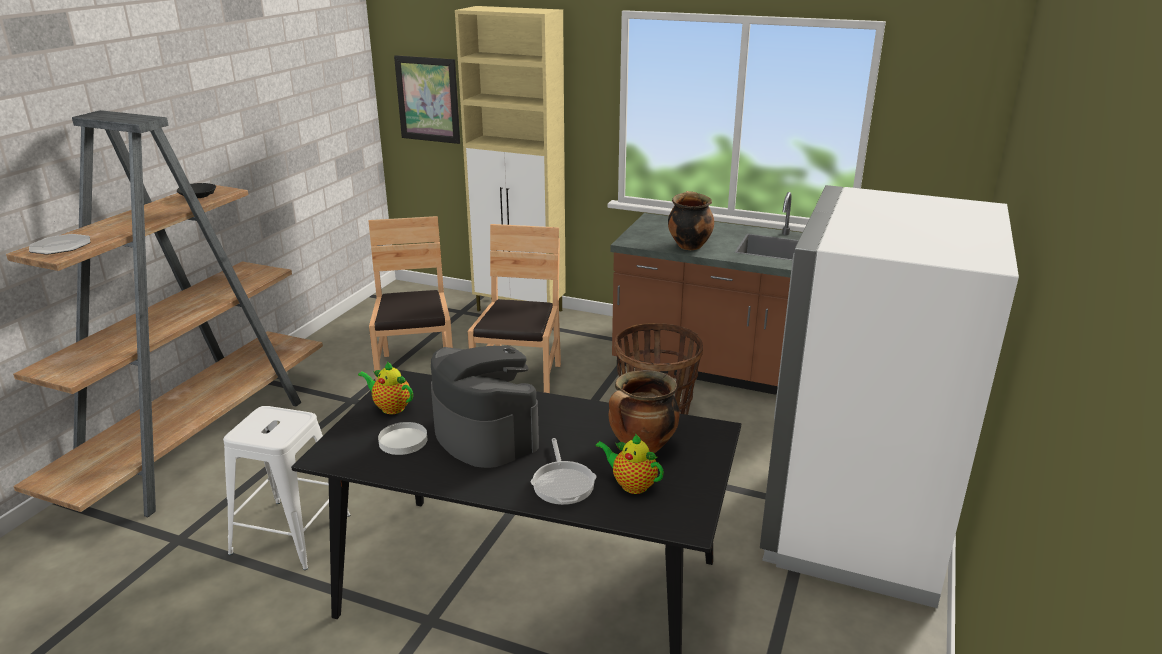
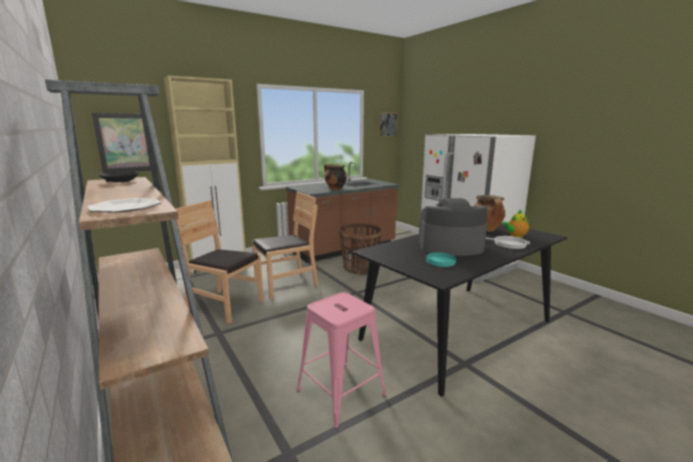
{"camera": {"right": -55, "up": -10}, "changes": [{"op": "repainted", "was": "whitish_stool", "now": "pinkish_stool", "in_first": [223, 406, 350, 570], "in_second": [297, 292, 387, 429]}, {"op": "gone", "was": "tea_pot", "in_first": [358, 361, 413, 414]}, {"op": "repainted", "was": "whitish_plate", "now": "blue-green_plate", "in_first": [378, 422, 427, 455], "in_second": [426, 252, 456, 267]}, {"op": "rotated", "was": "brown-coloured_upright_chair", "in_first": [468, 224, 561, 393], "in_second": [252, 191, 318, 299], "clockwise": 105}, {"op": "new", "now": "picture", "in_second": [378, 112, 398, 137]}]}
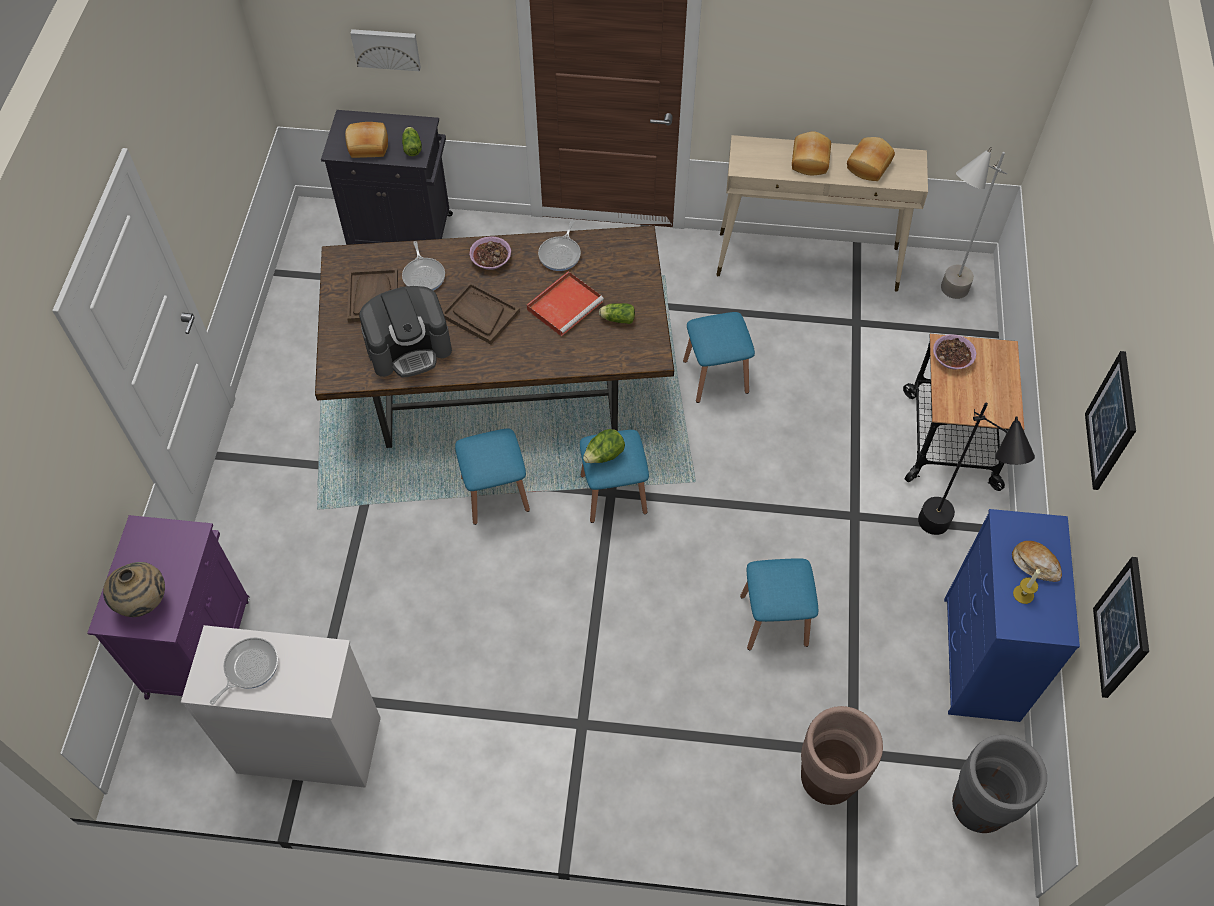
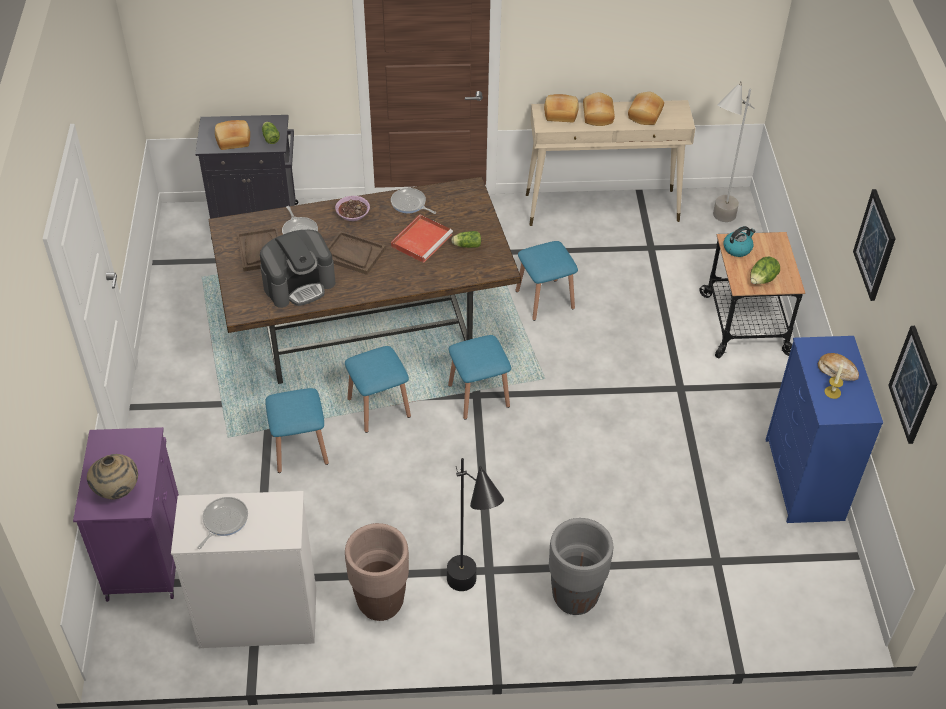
{"camera": {"right": -10, "up": -10}, "changes": [{"op": "gone", "was": "picture", "in_first": [350, 29, 421, 71]}, {"op": "rotated", "was": "skillet", "in_first": [538, 220, 581, 271], "in_second": [391, 188, 436, 214], "clockwise": 120}, {"op": "shifted", "was": "head_of_lettuce", "in_first": [583, 429, 625, 463], "in_second": [750, 257, 780, 284]}, {"op": "shifted", "was": "blue_stool", "in_first": [740, 558, 818, 650], "in_second": [265, 388, 329, 473]}, {"op": "shifted", "was": "brown-coloured_flower_pot", "in_first": [801, 706, 883, 805], "in_second": [345, 523, 409, 621]}, {"op": "shifted", "was": "black_floor_lamp", "in_first": [918, 402, 1035, 535], "in_second": [447, 458, 504, 591]}, {"op": "swapped", "was": "deep_dish", "now": "kettle", "in_first": [933, 334, 976, 370], "in_second": [724, 226, 756, 257]}, {"op": "shifted", "was": "gray_flower_pot", "in_first": [952, 735, 1047, 833], "in_second": [549, 518, 613, 615]}, {"op": "new", "now": "bread", "in_second": [544, 94, 579, 122]}]}
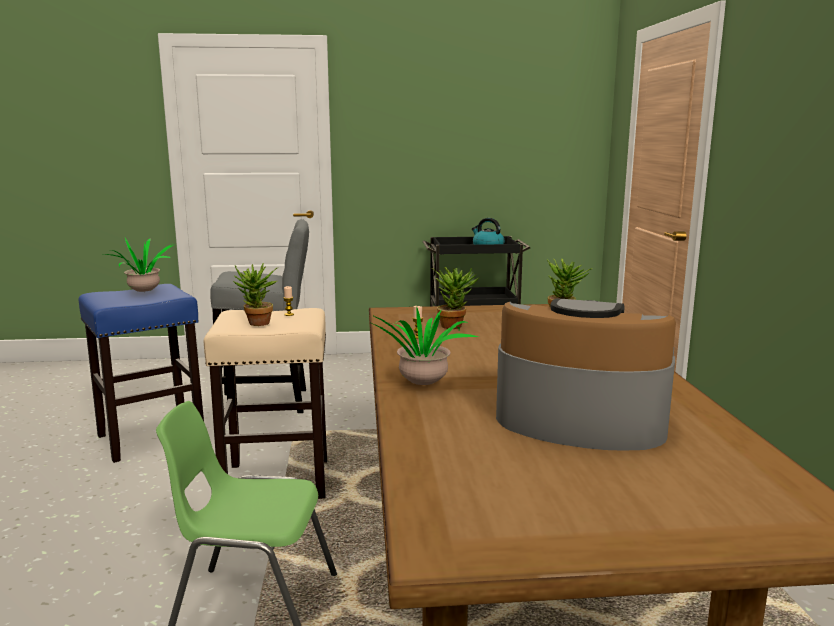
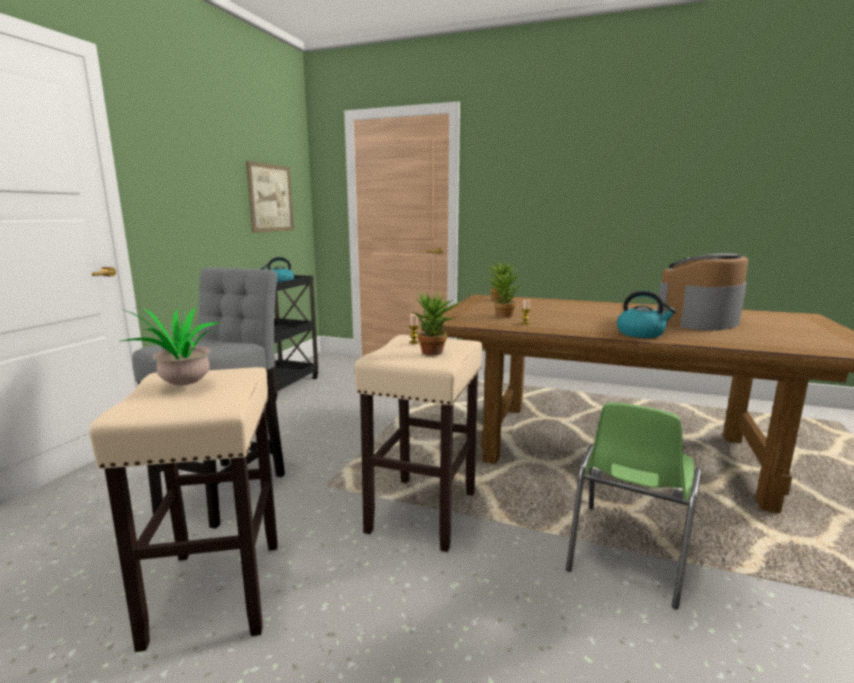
{"camera": {"right": -65, "up": 0}, "changes": [{"op": "repainted", "was": "blue_stool", "now": "beige-coloured_stool", "in_first": [79, 284, 204, 463], "in_second": [89, 367, 278, 652]}, {"op": "swapped", "was": "houseplant", "now": "kettle", "in_first": [367, 306, 479, 385], "in_second": [617, 290, 676, 338]}, {"op": "new", "now": "picture", "in_second": [246, 161, 294, 233]}]}
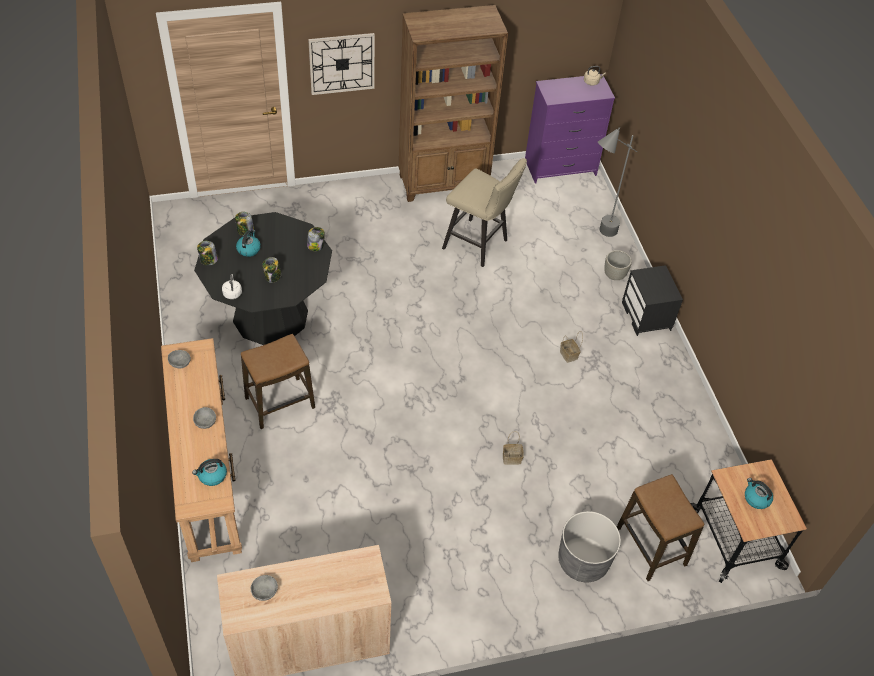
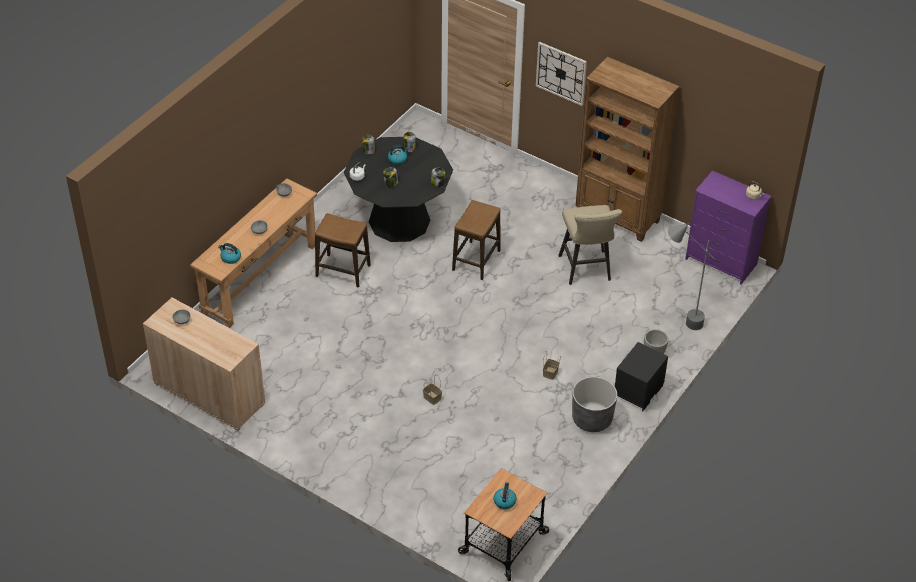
{"camera": {"right": 50, "up": -5}, "changes": [{"op": "shifted", "was": "gray_flower_pot", "in_first": [558, 511, 621, 582], "in_second": [572, 376, 617, 432]}, {"op": "shifted", "was": "stool", "in_first": [617, 474, 704, 581], "in_second": [452, 200, 501, 280]}]}
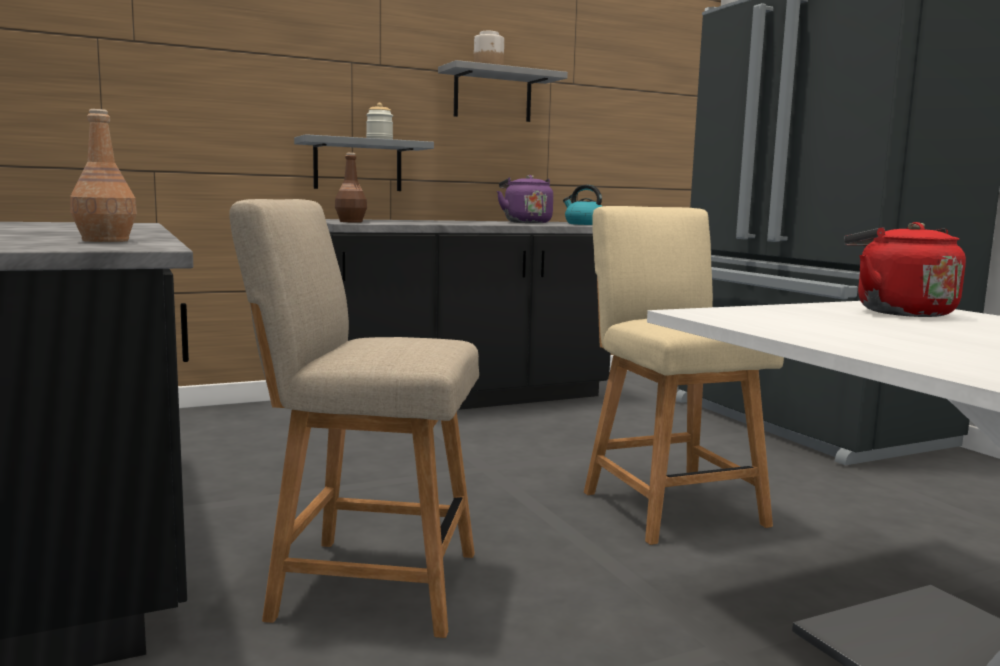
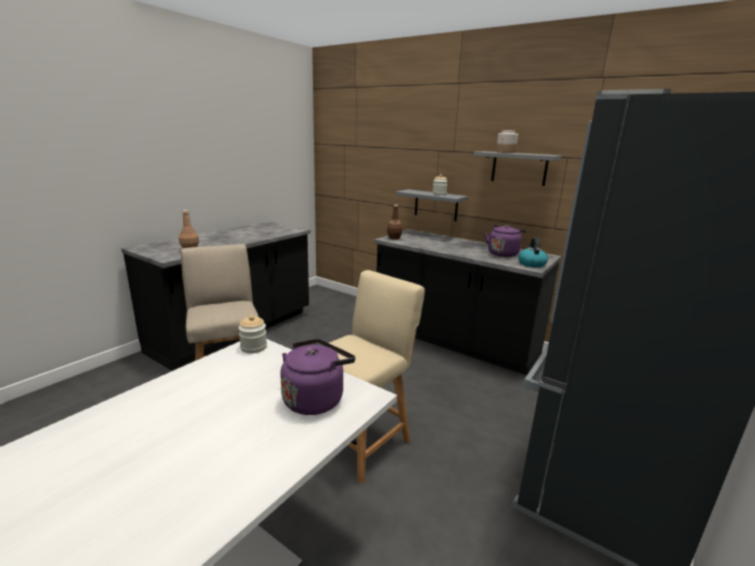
{"camera": {"right": 60, "up": 10}, "changes": [{"op": "repainted", "was": "red-coloured_kettle", "now": "purple_kettle", "in_first": [844, 222, 966, 317], "in_second": [280, 339, 355, 415]}, {"op": "new", "now": "jar", "in_second": [238, 315, 267, 353]}]}
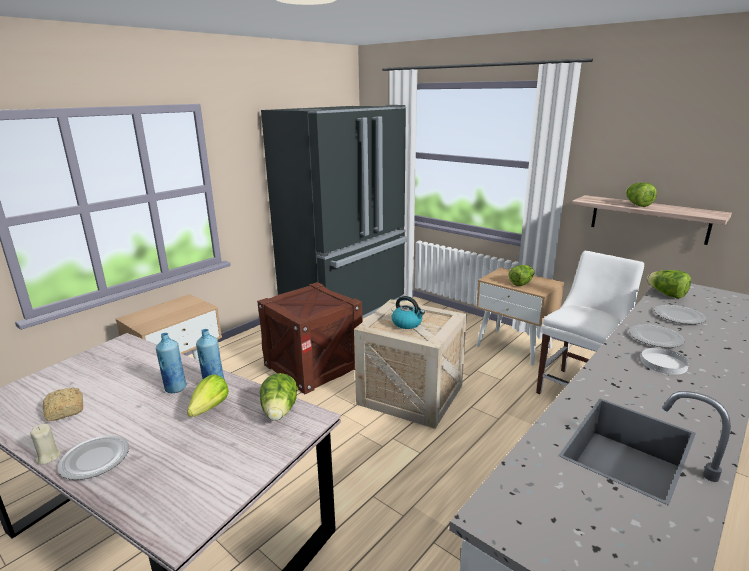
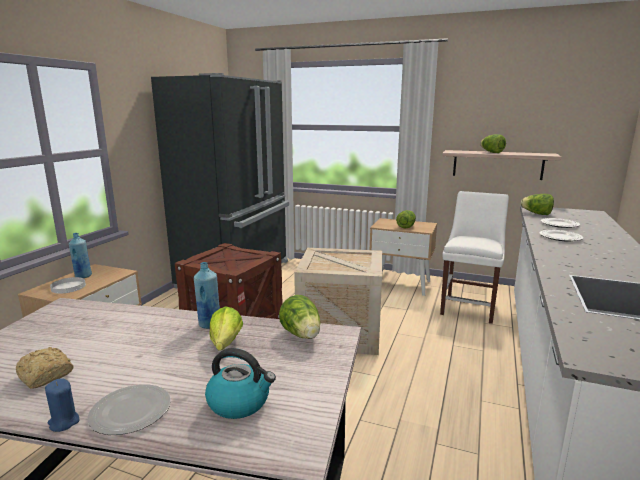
{"camera": {"right": -20, "up": -5}, "changes": [{"op": "repainted", "was": "beige-coloured_wax_candle", "now": "blue_wax_candle", "in_first": [30, 424, 61, 465], "in_second": [45, 378, 80, 432]}, {"op": "shifted", "was": "blue_drink_bottle", "in_first": [156, 333, 187, 393], "in_second": [69, 233, 92, 278]}, {"op": "shifted", "was": "kettle", "in_first": [392, 296, 425, 329], "in_second": [205, 348, 276, 419]}, {"op": "shifted", "was": "whitish_plate", "in_first": [641, 348, 689, 375], "in_second": [50, 277, 86, 293]}]}
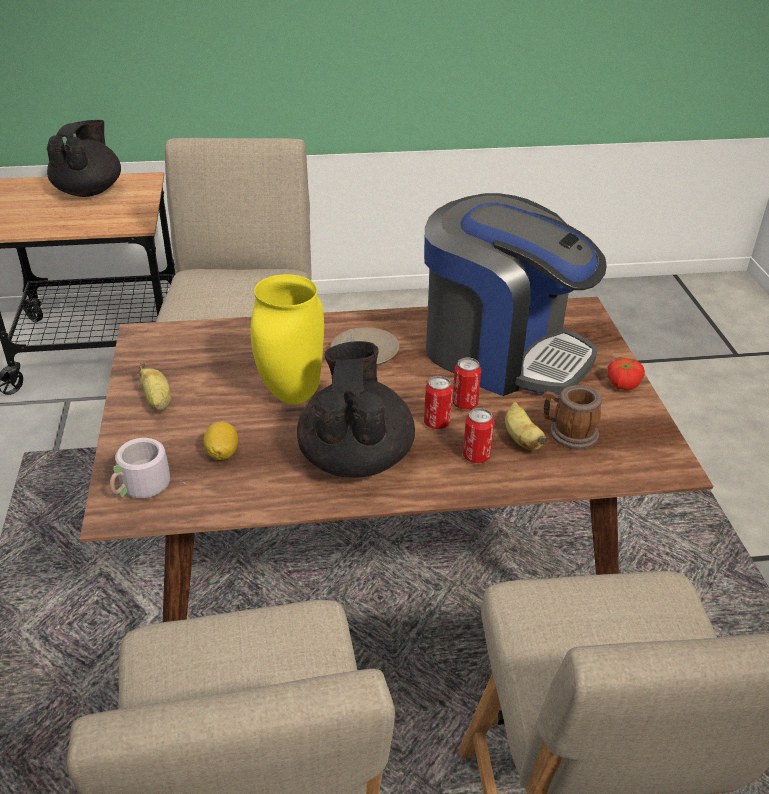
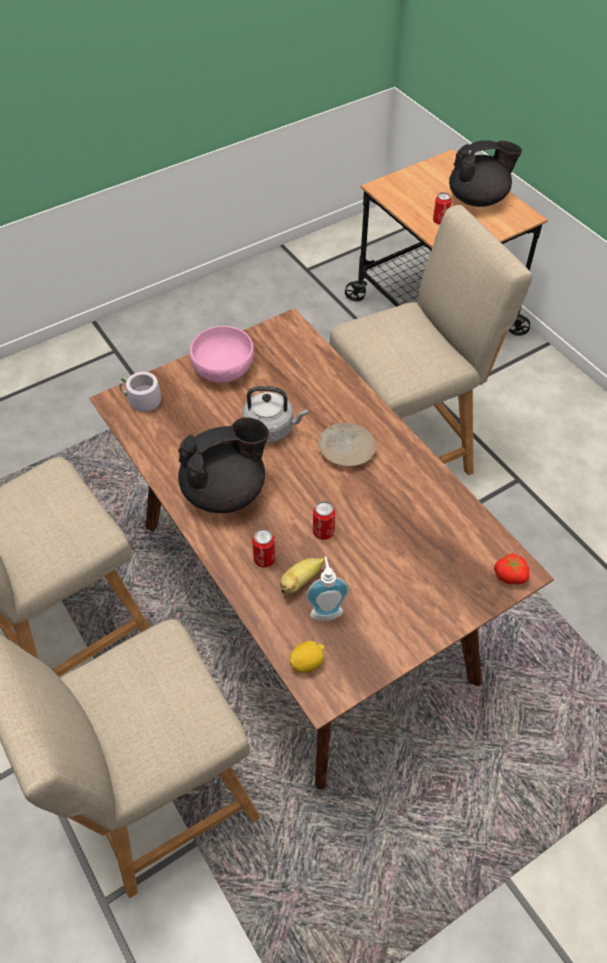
{"camera": {"right": 65, "up": 15}, "changes": [{"op": "swapped", "was": "whole_banana", "now": "pinkish_deep_dish", "in_first": [139, 363, 171, 411], "in_second": [189, 326, 254, 383]}, {"op": "shifted", "was": "lemon", "in_first": [203, 421, 238, 460], "in_second": [289, 641, 324, 673]}, {"op": "swapped", "was": "yellow_decorative_vase", "now": "gray_kettle", "in_first": [251, 274, 324, 404], "in_second": [242, 386, 308, 443]}, {"op": "gone", "was": "coffee_maker", "in_first": [424, 193, 607, 396]}, {"op": "shifted", "was": "can", "in_first": [424, 376, 453, 429], "in_second": [433, 192, 451, 224]}, {"op": "swapped", "was": "coffee_mug", "now": "liquid_soap_bottle", "in_first": [543, 385, 602, 450], "in_second": [306, 556, 349, 621]}, {"op": "shifted", "was": "whole_tomato", "in_first": [607, 358, 645, 390], "in_second": [494, 553, 530, 585]}]}
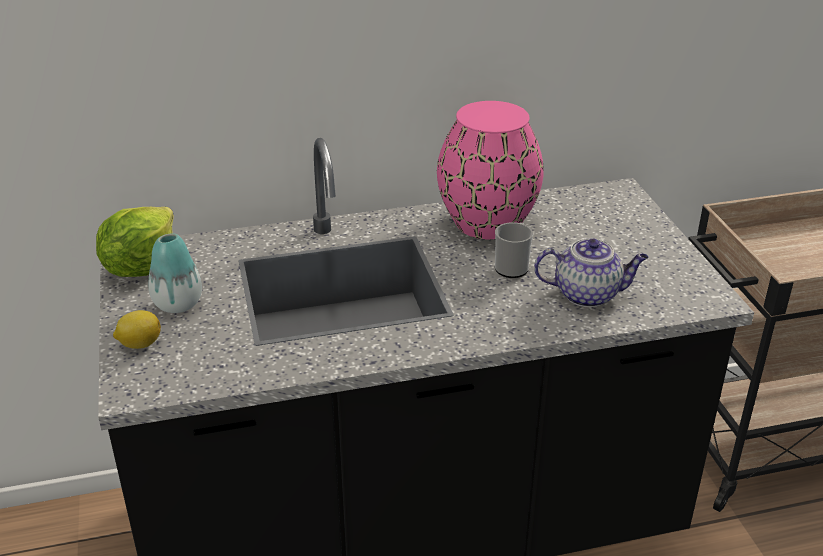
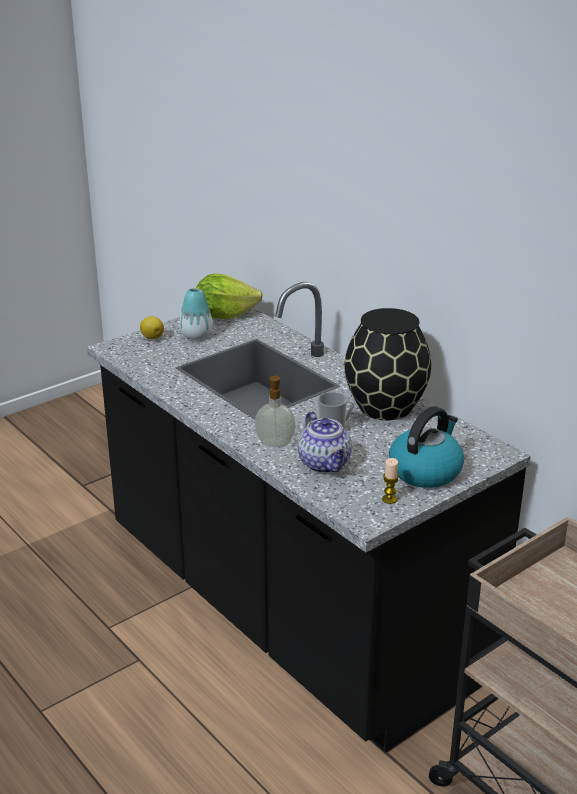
{"camera": {"right": 65, "up": -5}, "changes": [{"op": "repainted", "was": "pinkish_decorative_vase", "now": "black_decorative_vase", "in_first": [437, 101, 544, 240], "in_second": [344, 308, 431, 420]}, {"op": "new", "now": "liquid_soap_bottle", "in_second": [255, 374, 296, 447]}, {"op": "new", "now": "wax_candle", "in_second": [382, 458, 399, 504]}, {"op": "new", "now": "kettle", "in_second": [389, 406, 464, 488]}]}
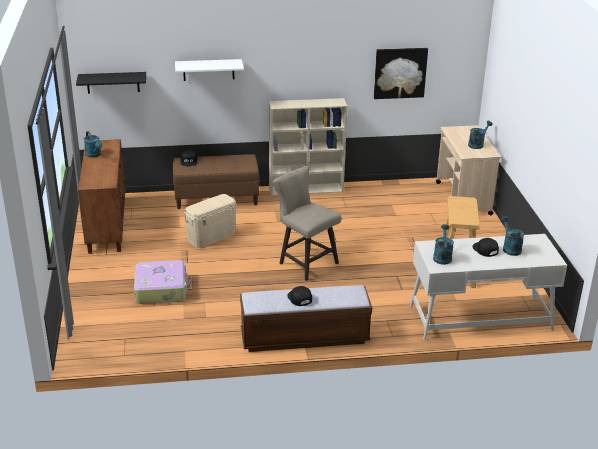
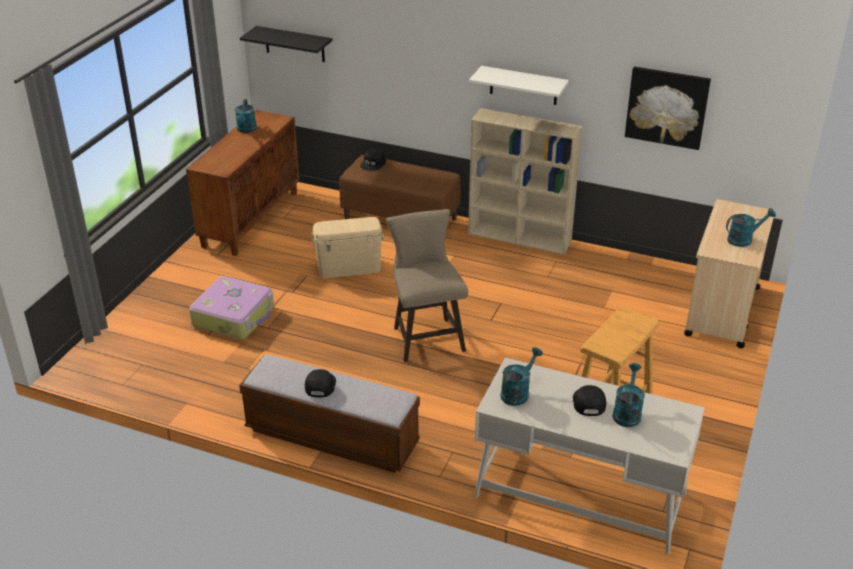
{"camera": {"right": 30, "up": 5}, "changes": [{"op": "shifted", "was": "whitish_wall_shelf", "in_first": [175, 59, 244, 81], "in_second": [469, 66, 569, 105]}]}
